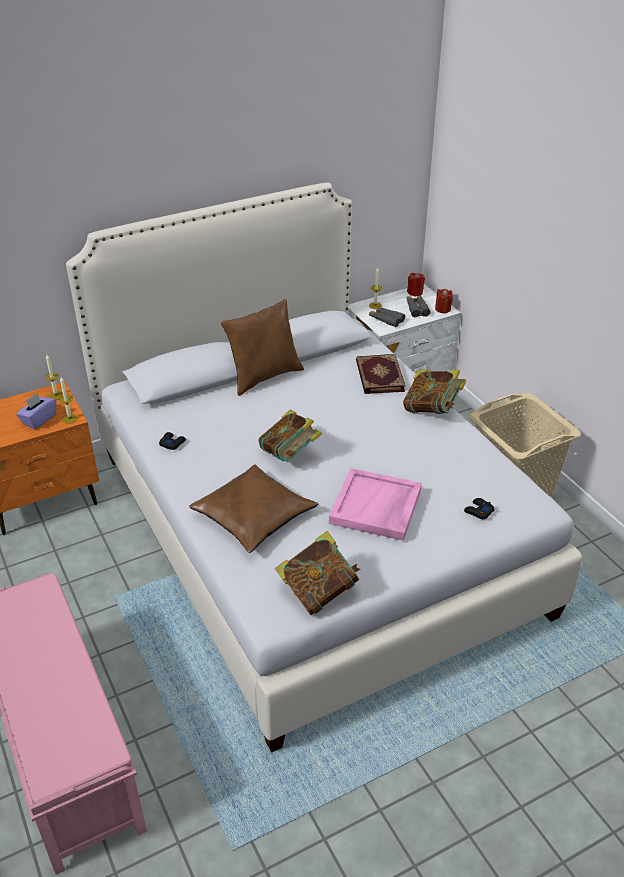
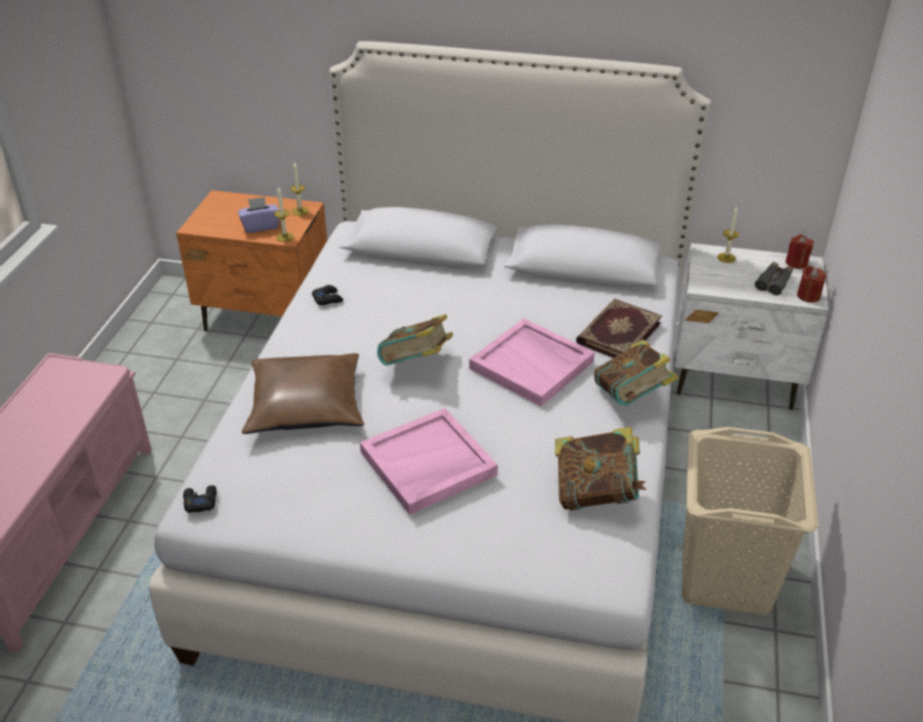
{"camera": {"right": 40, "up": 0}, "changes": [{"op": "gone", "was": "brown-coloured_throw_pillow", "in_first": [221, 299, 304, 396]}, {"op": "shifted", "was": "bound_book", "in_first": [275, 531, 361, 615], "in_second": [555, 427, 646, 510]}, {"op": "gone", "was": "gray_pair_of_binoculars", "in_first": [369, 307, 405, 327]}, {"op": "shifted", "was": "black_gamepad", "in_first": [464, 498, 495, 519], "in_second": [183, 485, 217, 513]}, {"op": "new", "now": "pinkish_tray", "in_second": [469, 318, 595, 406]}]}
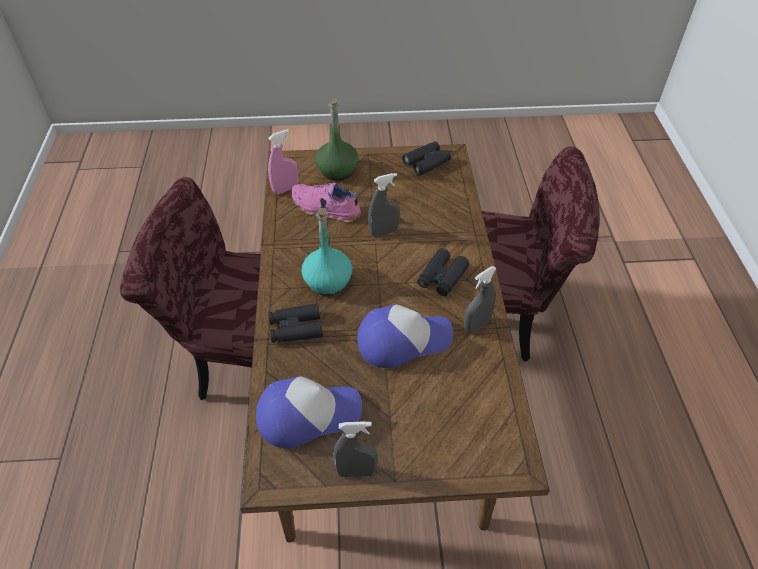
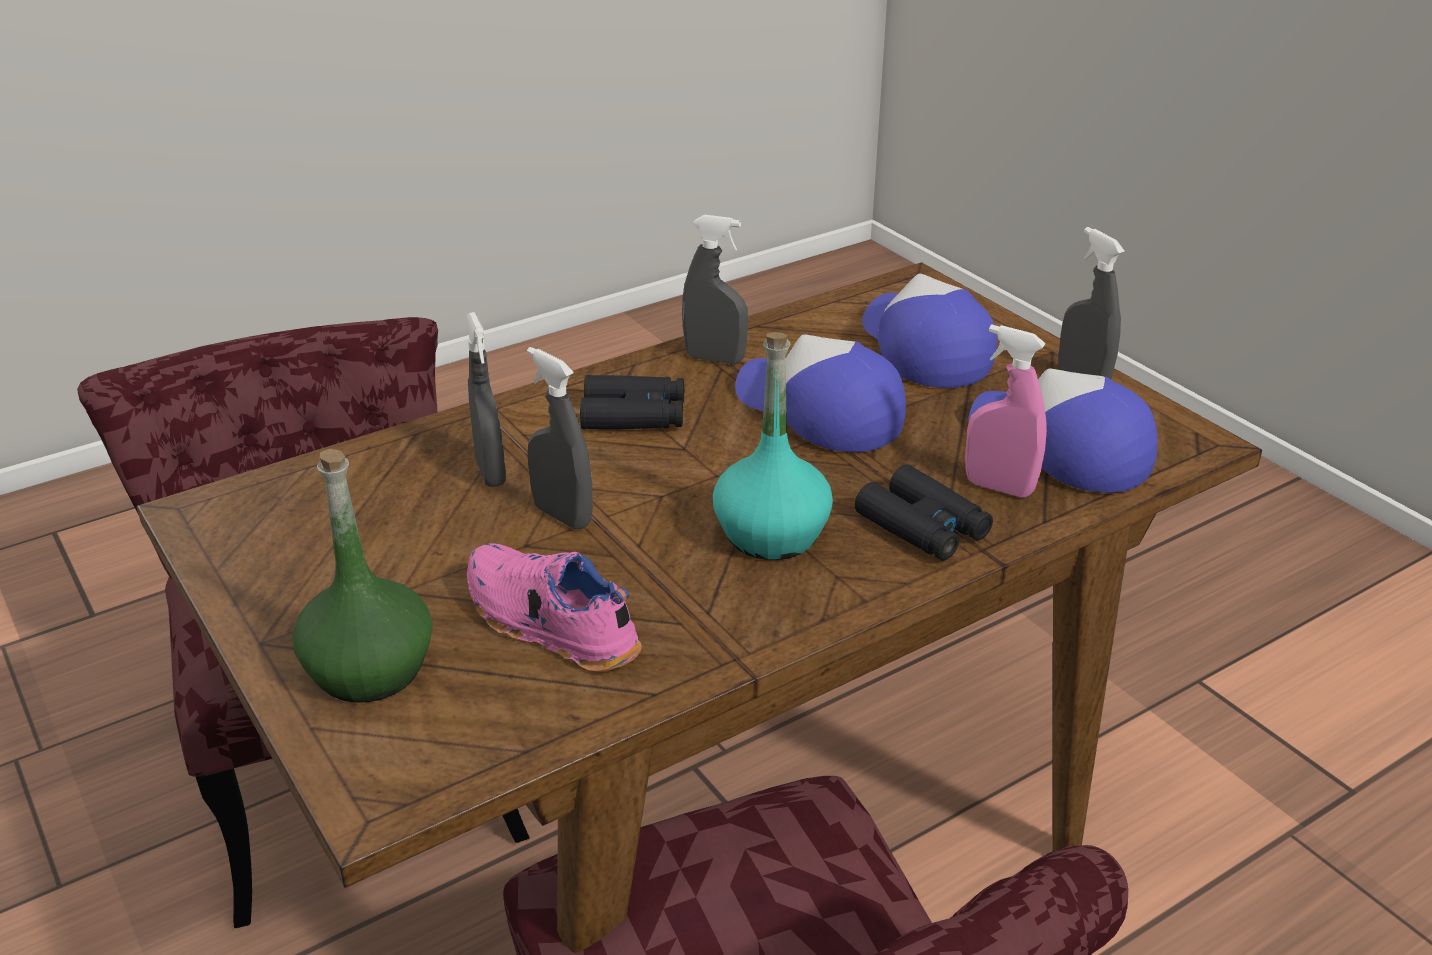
{"camera": {"right": -120, "up": -15}, "changes": [{"op": "shifted", "was": "pinkish_hand_sprayer", "in_first": [268, 129, 298, 194], "in_second": [965, 324, 1047, 498]}, {"op": "rotated", "was": "pinkish_low_shoe", "in_first": [291, 183, 362, 222], "in_second": [467, 543, 642, 672], "clockwise": 135}, {"op": "gone", "was": "black_pair_of_binoculars", "in_first": [402, 141, 451, 176]}, {"op": "new", "now": "gray_hand_sprayer", "in_second": [466, 312, 506, 487]}, {"op": "new", "now": "peaked_cap", "in_second": [862, 274, 997, 388]}]}
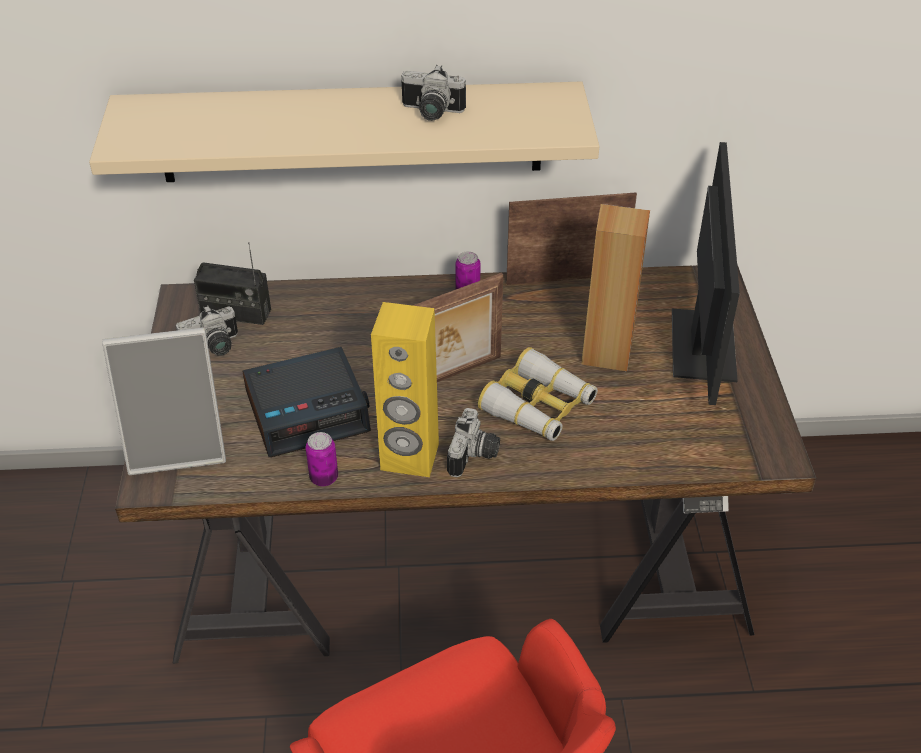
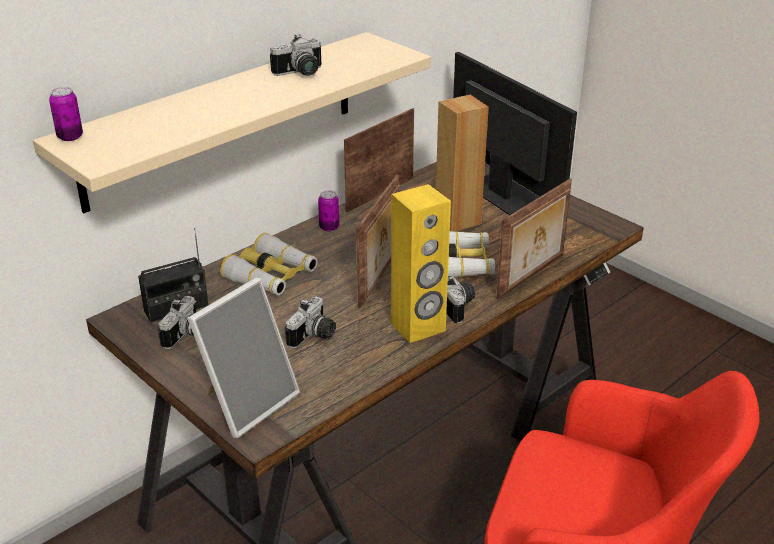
{"camera": {"right": -40, "up": -10}, "changes": [{"op": "swapped", "was": "alarm_clock", "now": "still_camera", "in_first": [242, 347, 371, 457], "in_second": [285, 297, 336, 349]}, {"op": "shifted", "was": "can", "in_first": [306, 432, 338, 486], "in_second": [49, 87, 83, 141]}, {"op": "new", "now": "pair_of_binoculars", "in_second": [220, 233, 318, 295]}, {"op": "new", "now": "photo_frame", "in_second": [496, 179, 572, 300]}]}
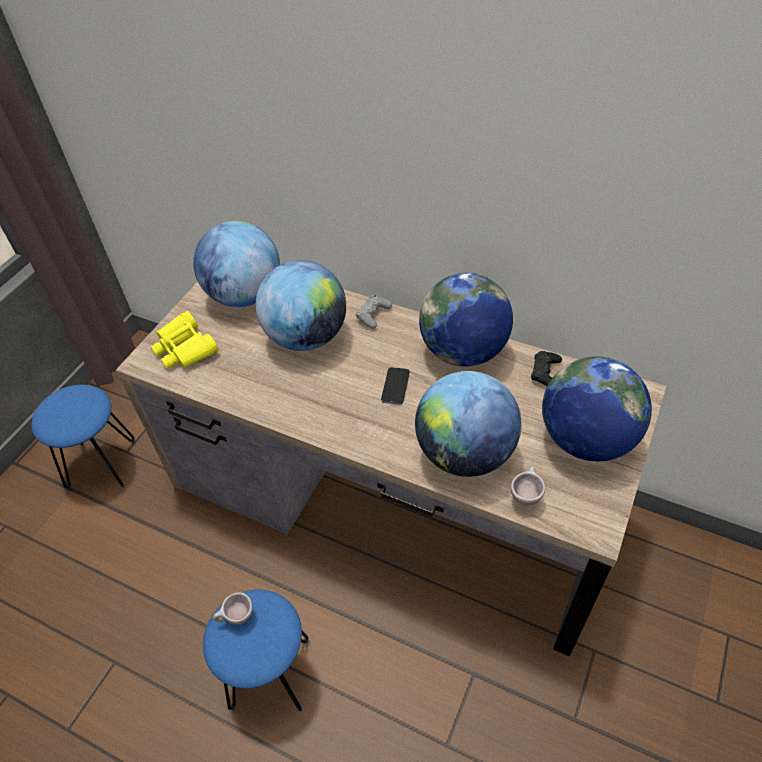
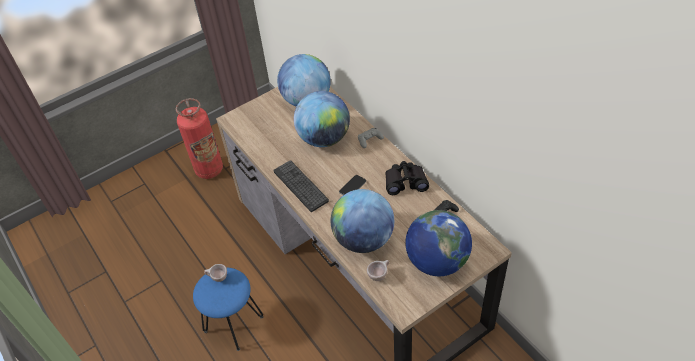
{"camera": {"right": 30, "up": 0}, "changes": [{"op": "swapped", "was": "blue_stool", "now": "fire-fighting_cylinder", "in_first": [31, 385, 136, 491], "in_second": [176, 98, 223, 179]}, {"op": "gone", "was": "yellow_pair_of_binoculars", "in_first": [151, 311, 218, 369]}, {"op": "swapped", "was": "world_globe", "now": "black_pair_of_binoculars", "in_first": [419, 273, 513, 366], "in_second": [385, 161, 429, 195]}, {"op": "new", "now": "PC_keyboard", "in_second": [273, 160, 329, 212]}]}
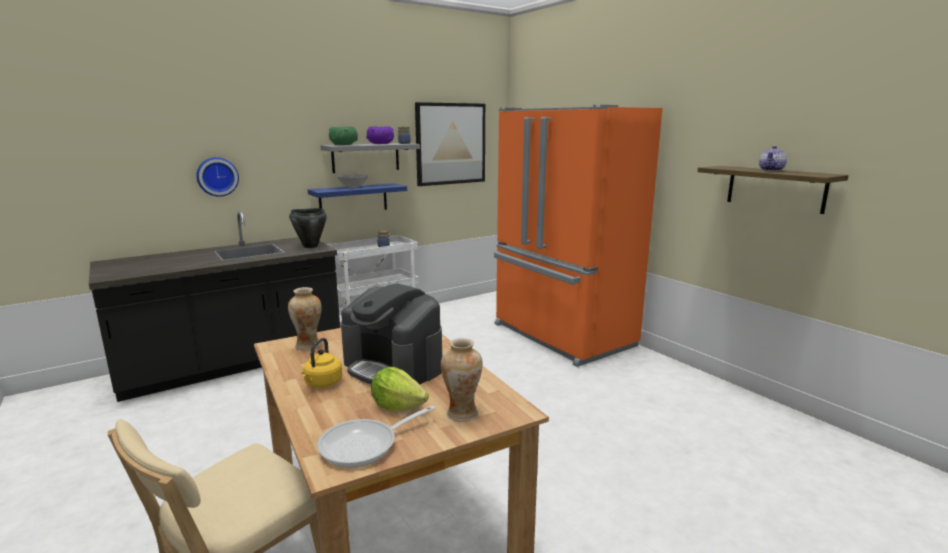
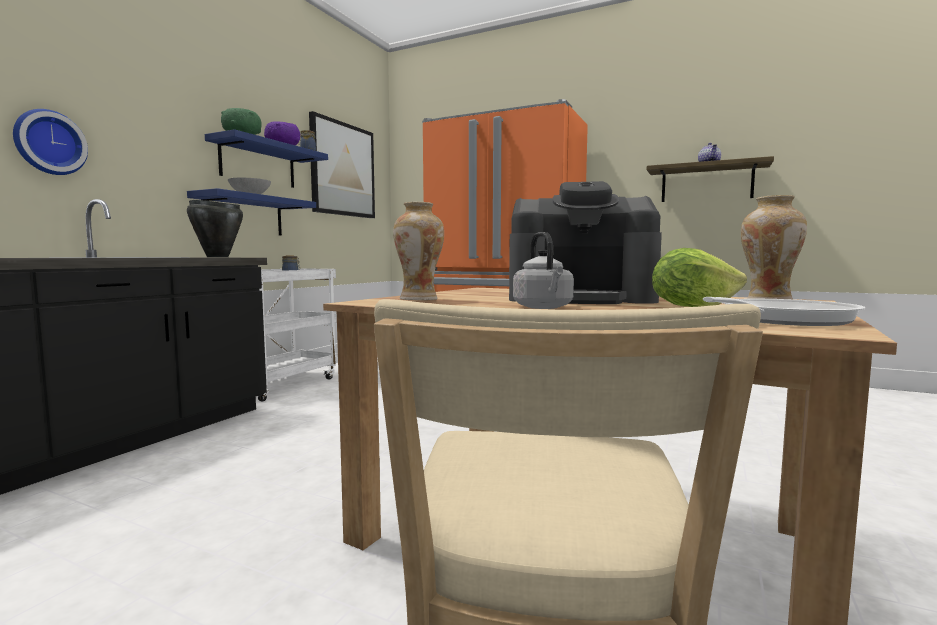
{"camera": {"right": -30, "up": -10}, "changes": [{"op": "repainted", "was": "yellow_kettle", "now": "gray_kettle", "in_first": [301, 338, 342, 388], "in_second": [513, 232, 574, 309]}, {"op": "rotated", "was": "skillet", "in_first": [317, 406, 436, 467], "in_second": [703, 297, 865, 326], "clockwise": -150}, {"op": "repainted", "was": "gray_wall_shelf", "now": "blue_wall_shelf", "in_first": [320, 143, 420, 173], "in_second": [205, 129, 328, 188]}]}
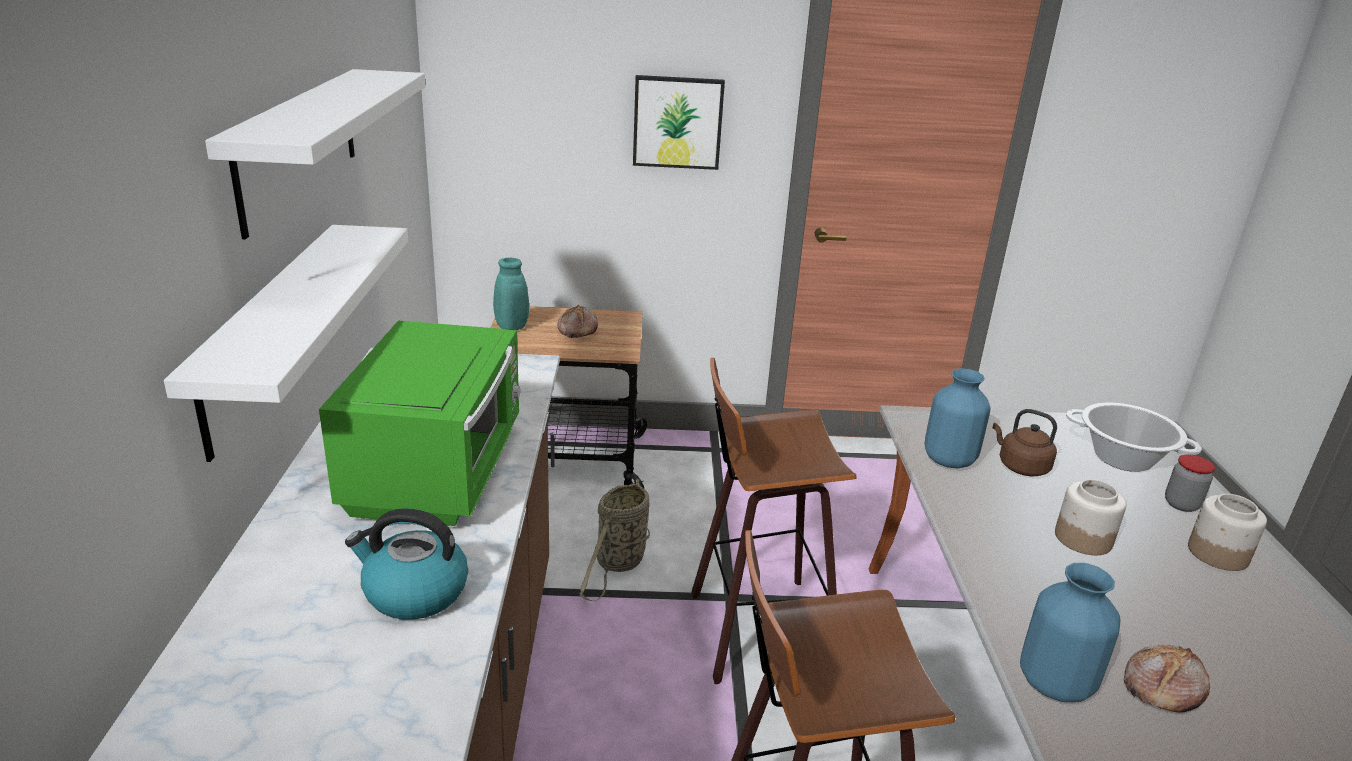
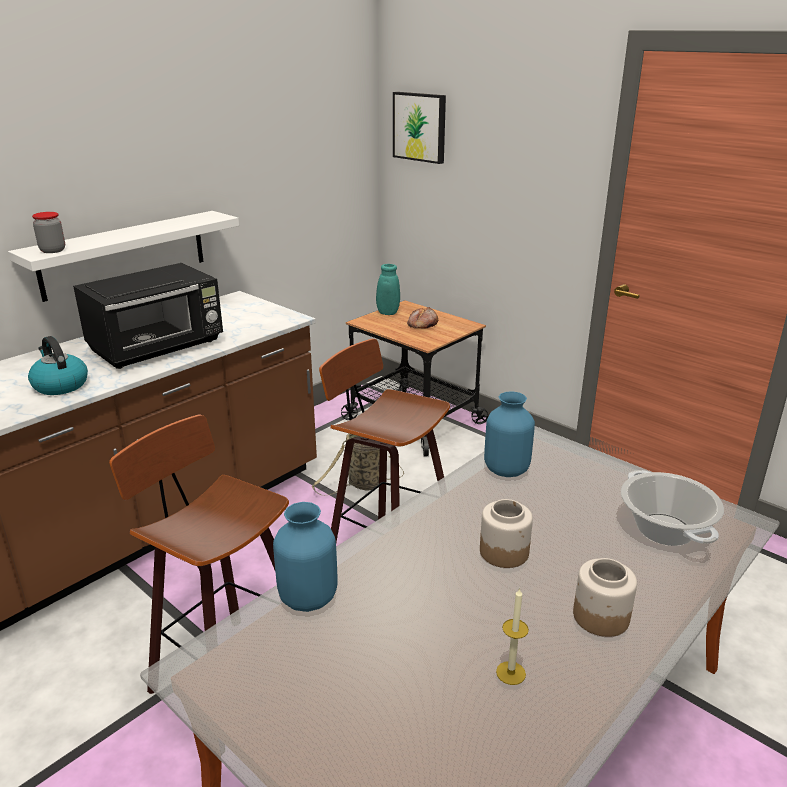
{"camera": {"right": 45, "up": 0}, "changes": [{"op": "gone", "was": "whitish_wall_shelf", "in_first": [205, 69, 425, 239]}, {"op": "repainted", "was": "greenish_microwave_oven", "now": "black_microwave_oven", "in_first": [319, 321, 520, 526], "in_second": [73, 263, 223, 369]}, {"op": "shifted", "was": "picture", "in_first": [633, 75, 725, 170], "in_second": [393, 92, 446, 164]}, {"op": "gone", "was": "brown-coloured_kettle", "in_first": [993, 409, 1057, 476]}, {"op": "gone", "was": "bread", "in_first": [1124, 644, 1210, 713]}, {"op": "shifted", "was": "jar", "in_first": [1165, 455, 1215, 512], "in_second": [32, 212, 65, 253]}, {"op": "new", "now": "wax_candle", "in_second": [496, 588, 529, 685]}]}
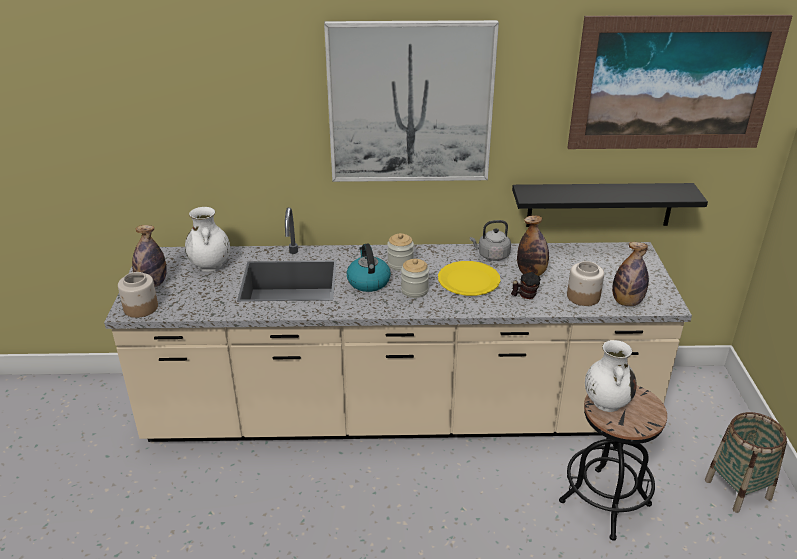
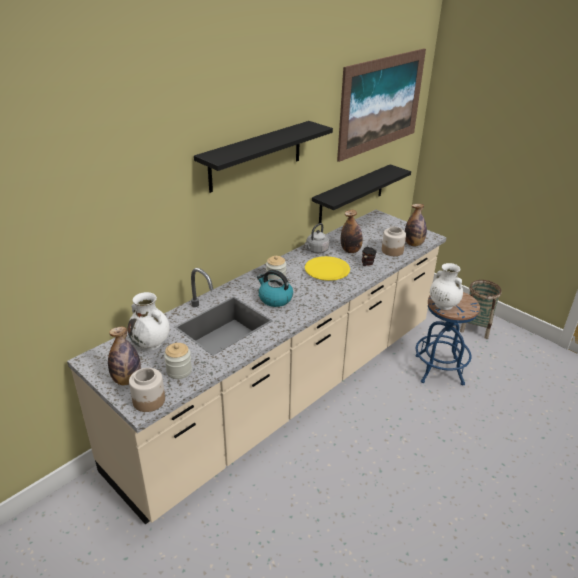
{"camera": {"right": -45, "up": 0}, "changes": [{"op": "swapped", "was": "picture", "now": "black_wall_shelf", "in_first": [324, 20, 499, 182], "in_second": [194, 121, 333, 193]}, {"op": "shifted", "was": "jar", "in_first": [401, 259, 429, 298], "in_second": [164, 343, 192, 379]}, {"op": "repainted", "was": "black_stool", "now": "blue_stool", "in_first": [559, 386, 667, 541], "in_second": [416, 292, 480, 385]}]}
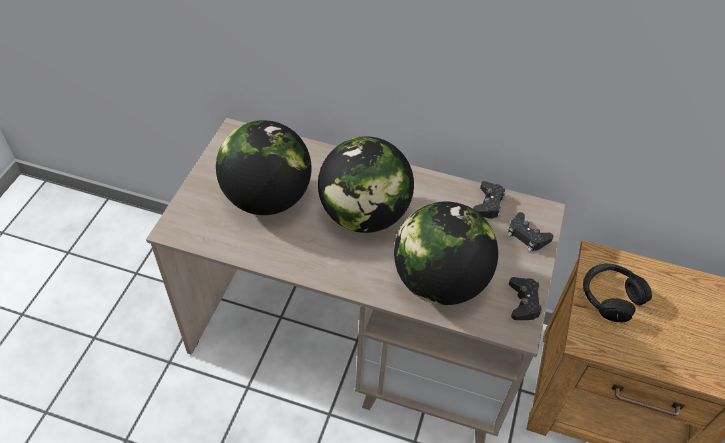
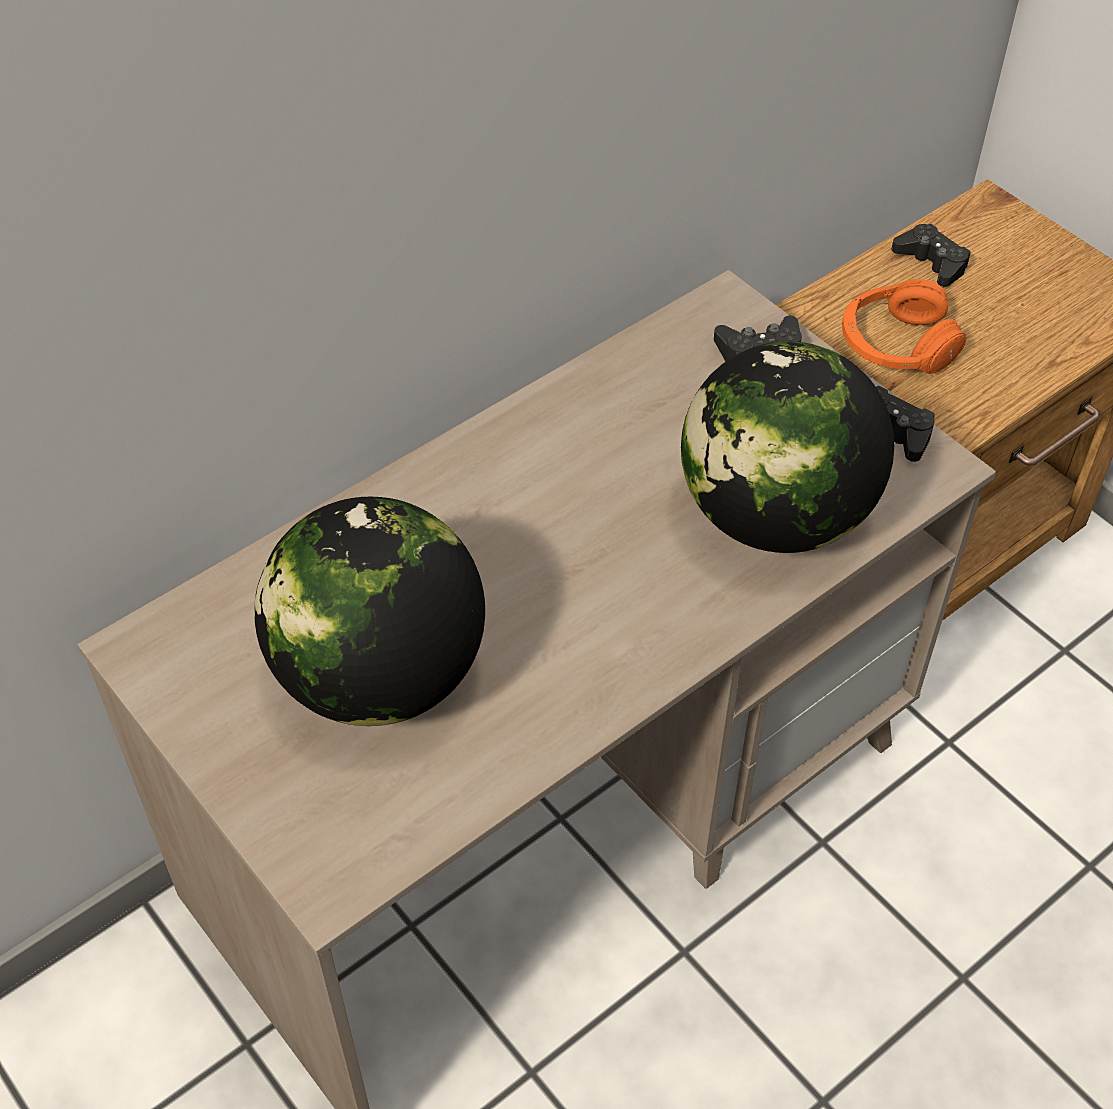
{"camera": {"right": -55, "up": 0}, "changes": [{"op": "gone", "was": "world_globe", "in_first": [318, 136, 414, 233]}, {"op": "shifted", "was": "black_gamepad", "in_first": [473, 181, 506, 219], "in_second": [892, 224, 971, 287]}, {"op": "repainted", "was": "black_headset", "now": "orange_headset", "in_first": [583, 264, 652, 322], "in_second": [842, 279, 966, 374]}]}
